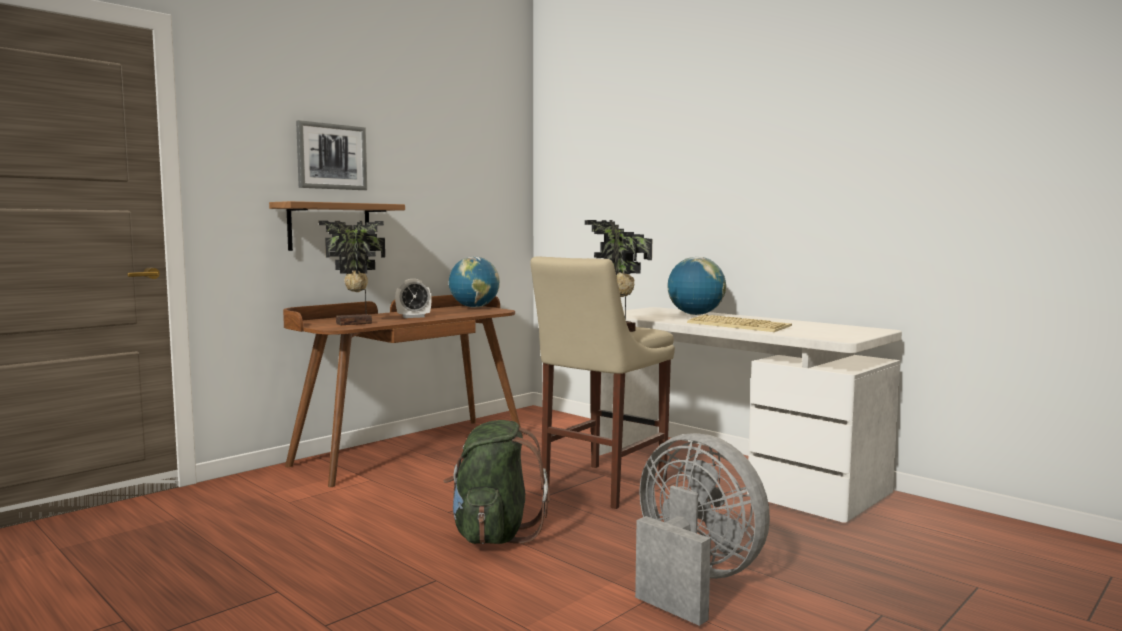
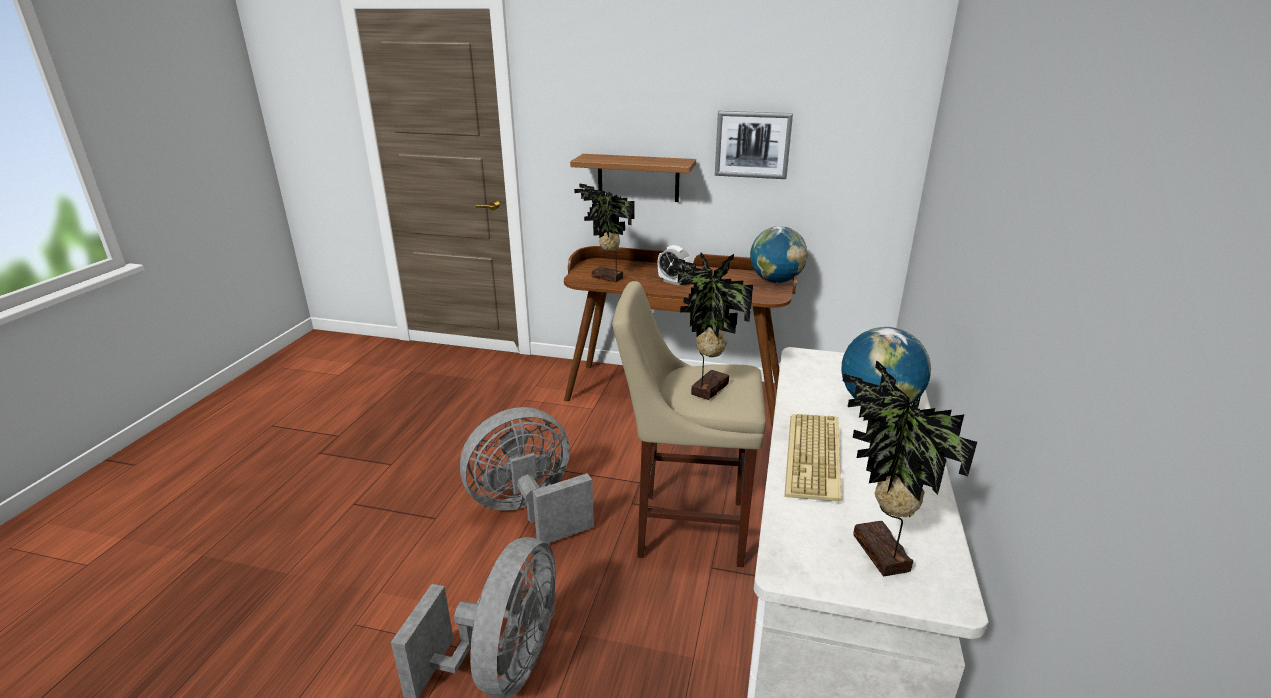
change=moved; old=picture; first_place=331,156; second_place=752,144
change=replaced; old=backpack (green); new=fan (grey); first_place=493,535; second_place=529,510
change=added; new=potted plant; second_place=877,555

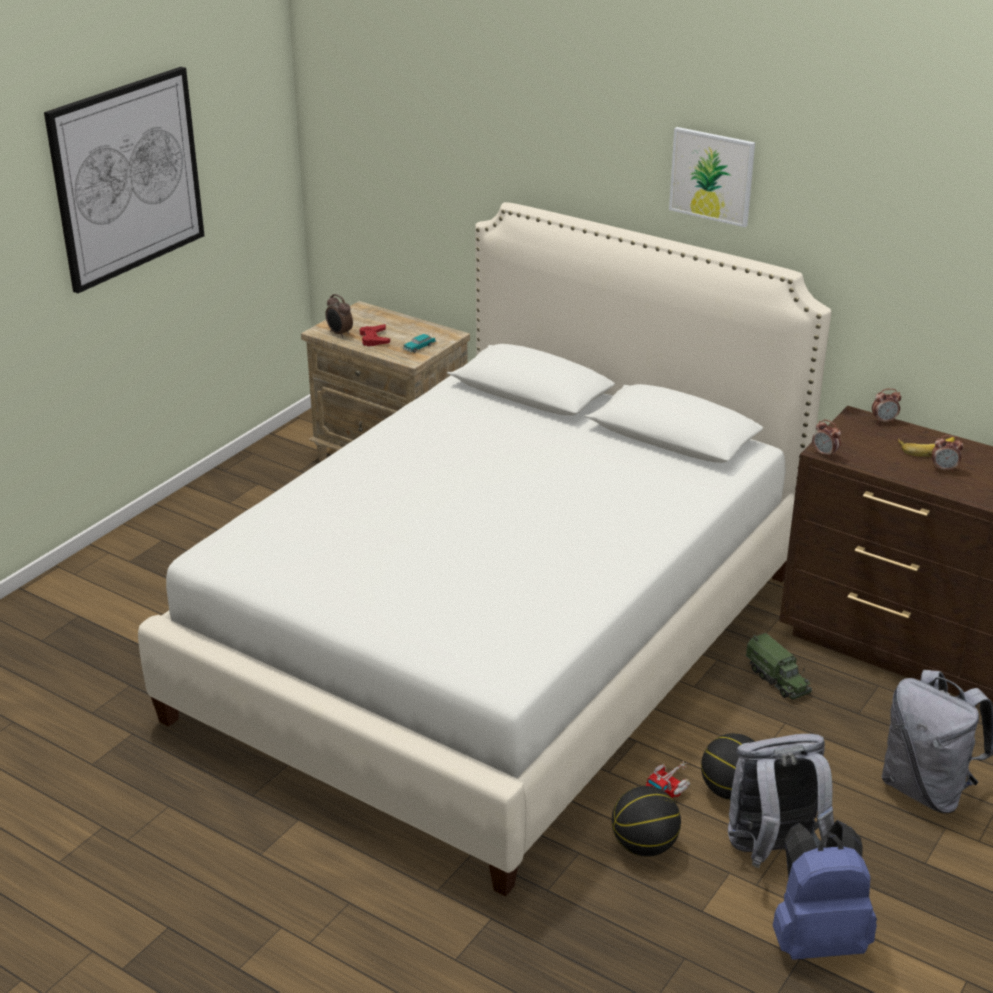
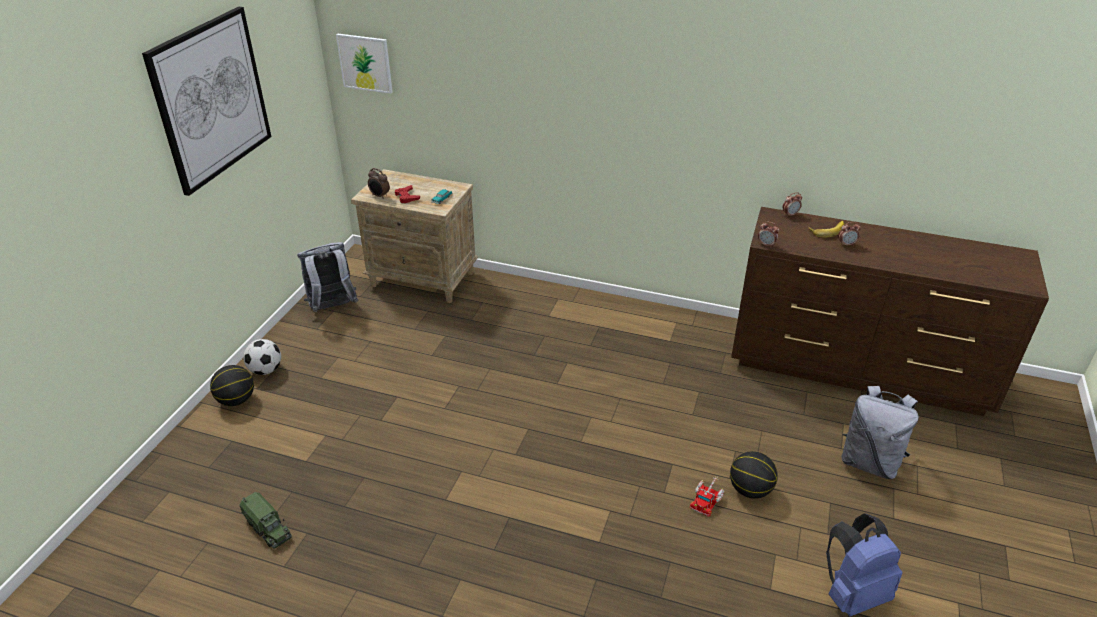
change=removed; old=bed (white); first_place=497,642
change=moved; old=basketball; first_place=644,845; second_place=236,400
change=moved; old=picture; first_place=712,176; second_place=365,63
change=moved; old=backpack (grey); first_place=772,852; second_place=332,308
change=moved; old=toy truck; first_place=778,679; second_place=268,528
change=added; new=football; second_place=266,370

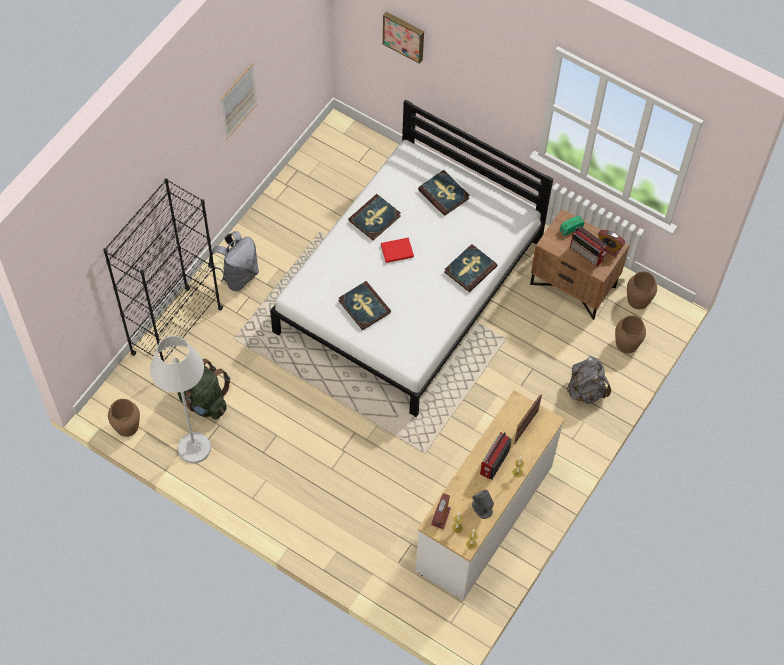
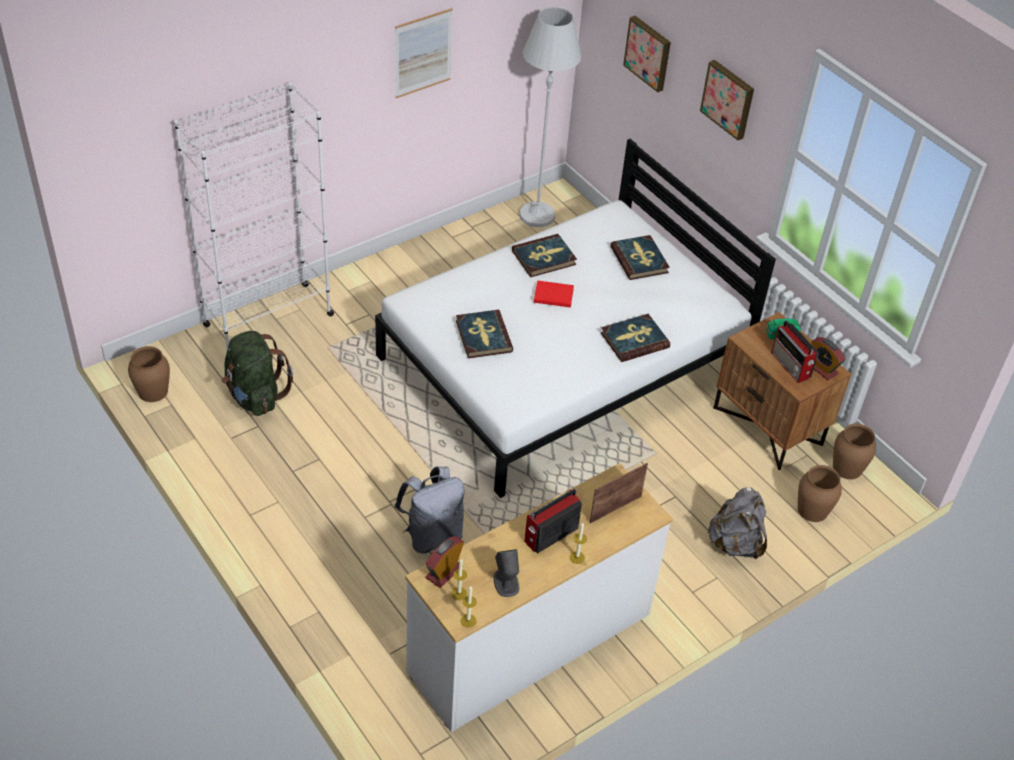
change=recoloured; old=bookcase (black); new=bookcase (white); first_place=176,331; second_place=268,320
change=moved; old=floor lamp (white); first_place=194,448; second_place=537,215
change=moved; old=backpack (grey); first_place=238,276; second_place=432,535
change=added; new=picture; second_place=729,99

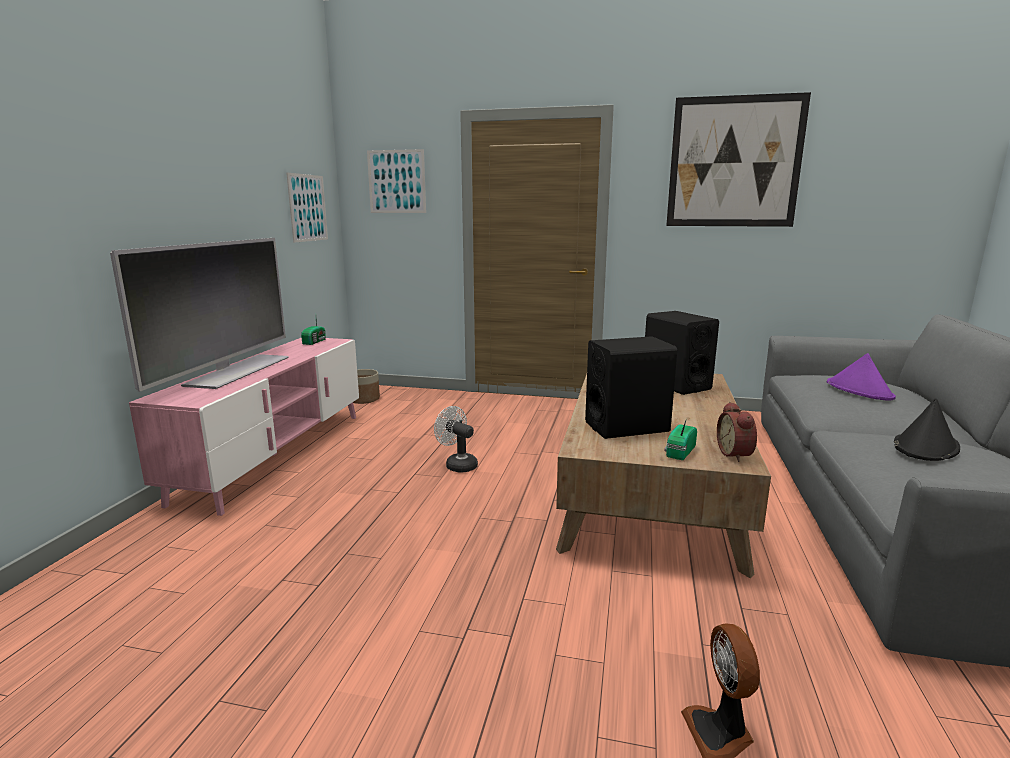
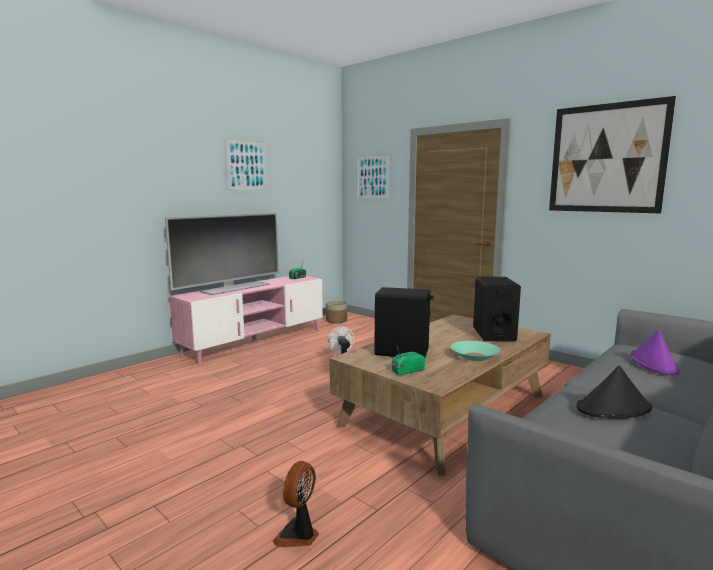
change=moved; old=picture; first_place=308,208; second_place=246,165
change=removed; old=alarm clock; first_place=736,454
change=added; new=bowl (turquoise); second_place=474,356

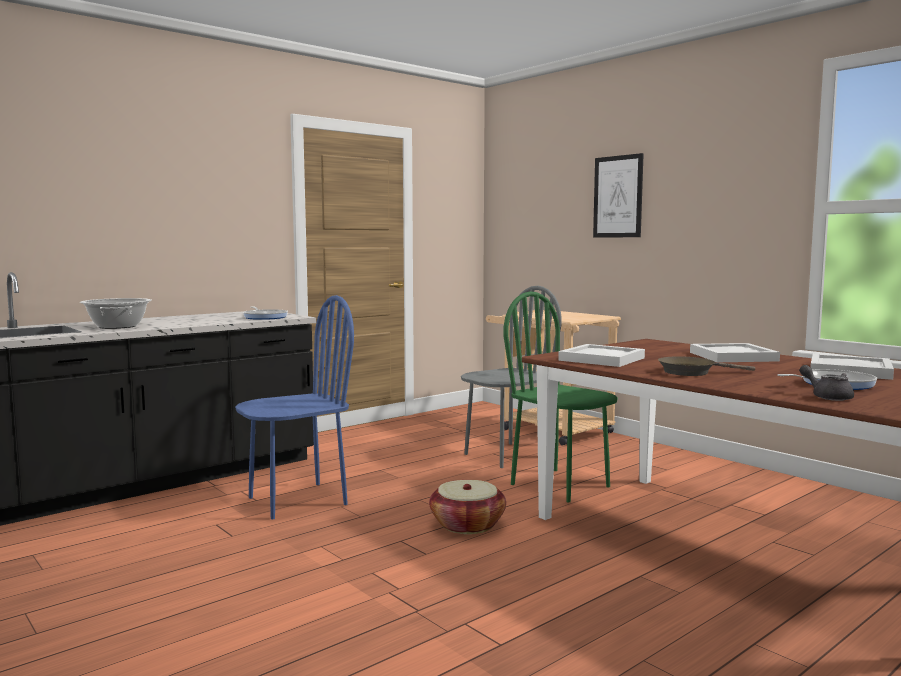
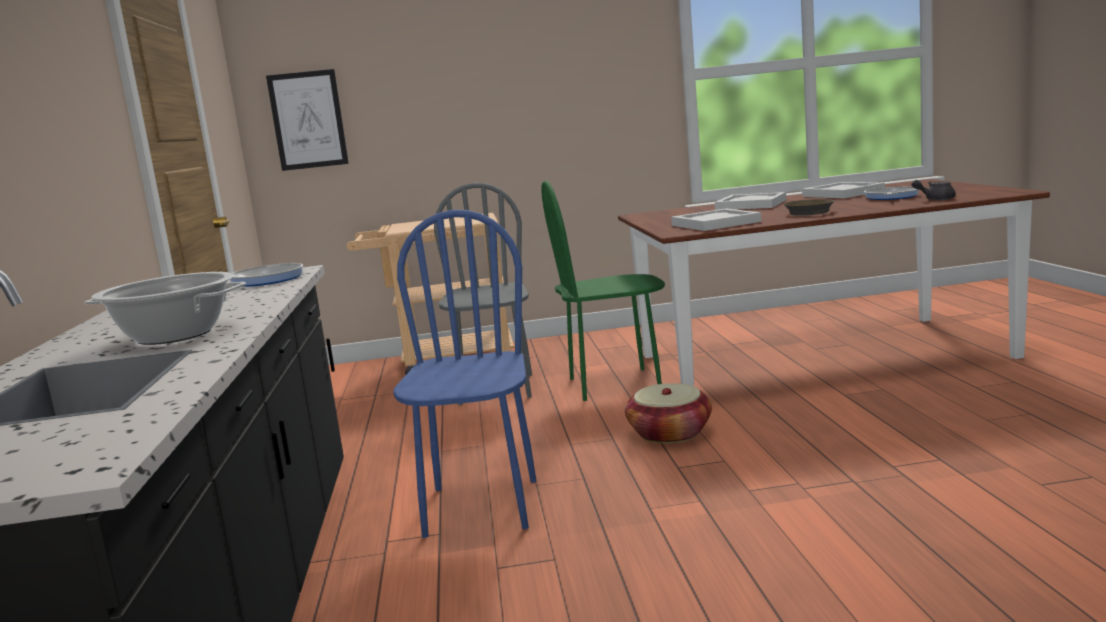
change=moved; old=picture; first_place=618,196; second_place=308,120

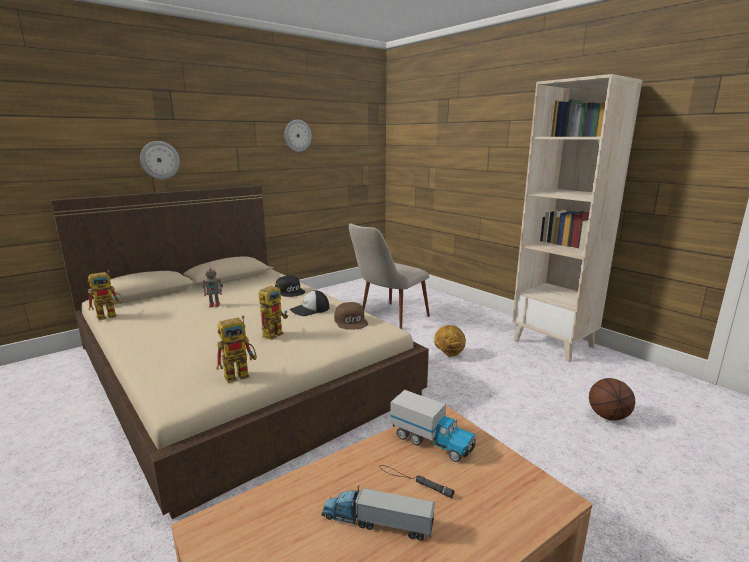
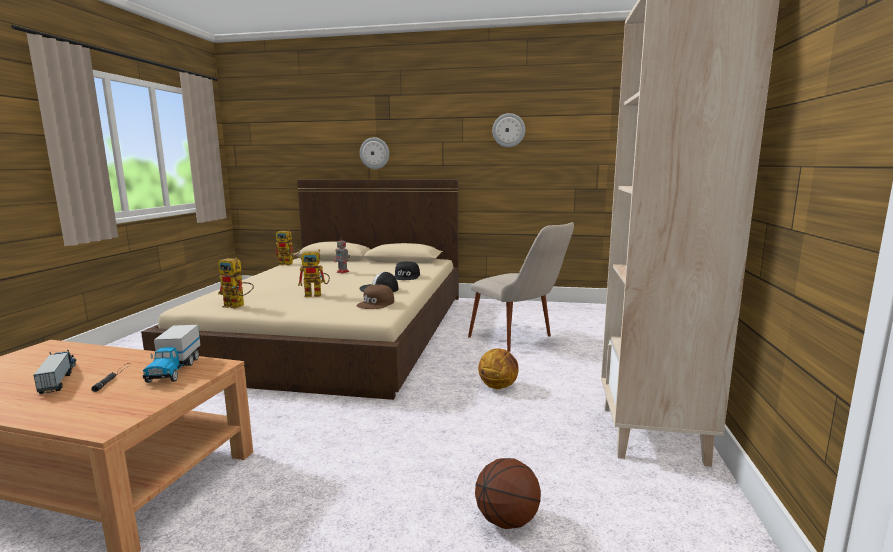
change=turned; old=chair (beige); first_place=387,318; second_place=520,340; degrees=-135

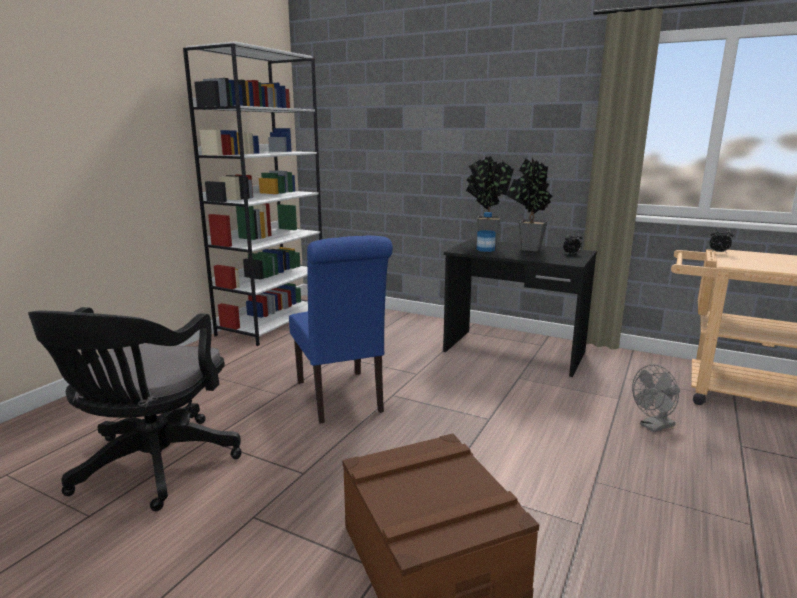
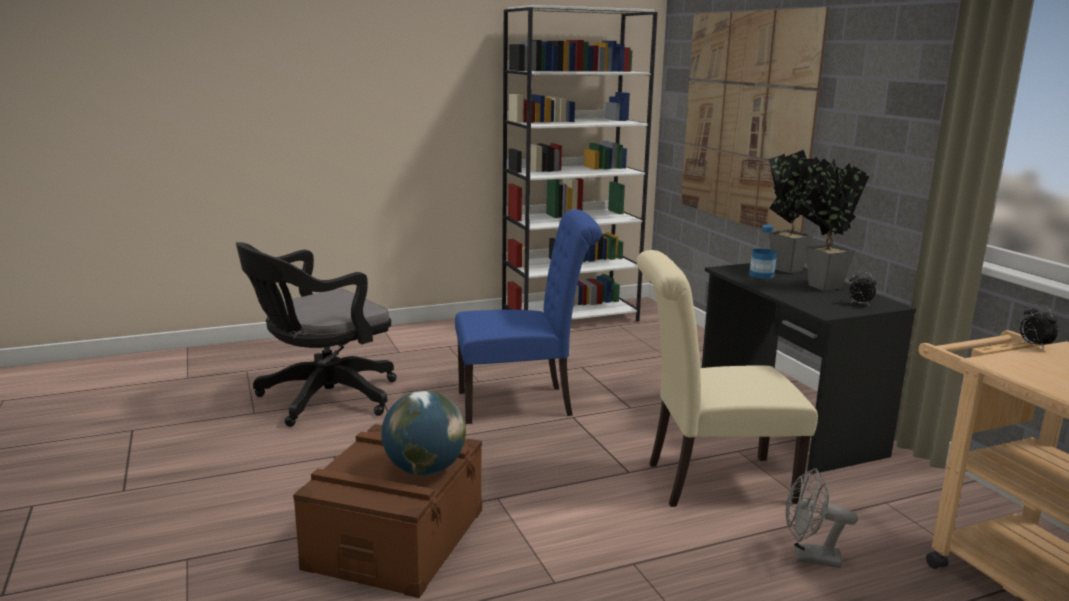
change=turned; old=chair (blue); first_place=341,399; second_place=522,403; degrees=-120
change=added; new=globe; second_place=424,470
change=added; new=chair (beige); second_place=710,482
change=added; new=picture; second_place=746,119

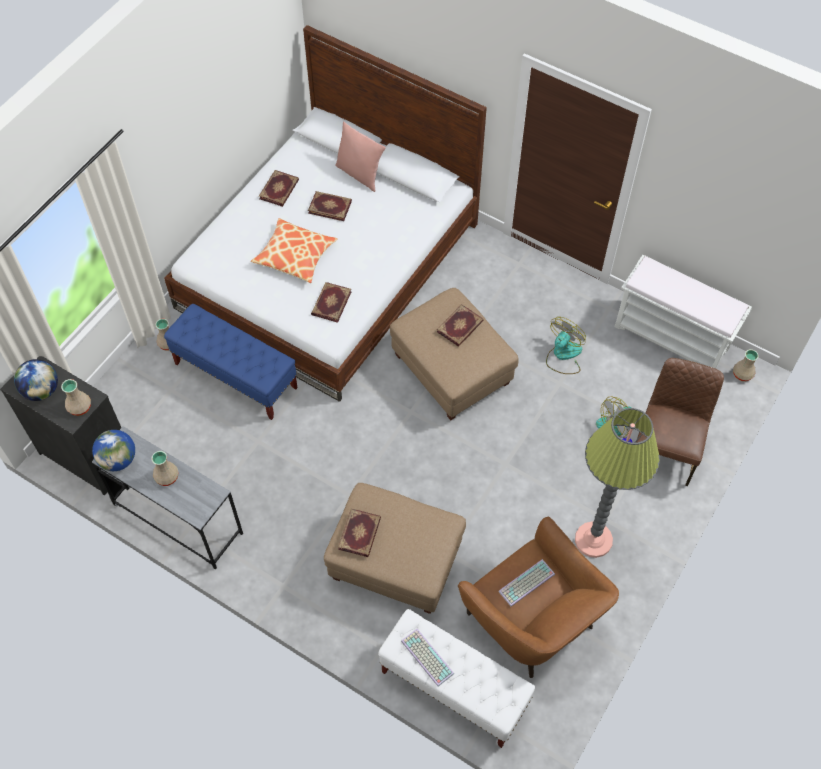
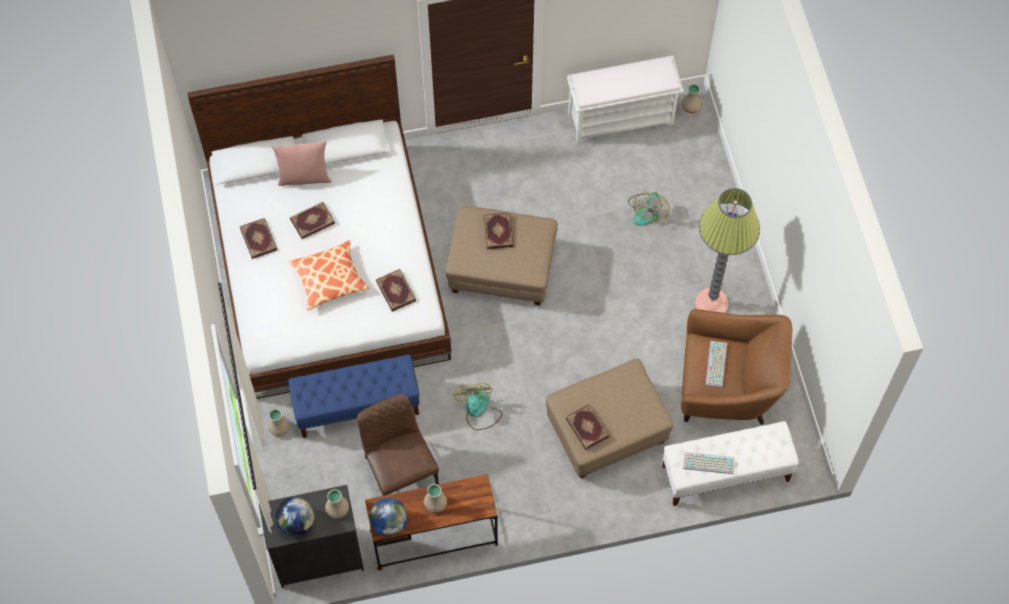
change=recoloured; old=desk (grey); new=desk (brown); first_place=178,519; second_place=434,538
change=moved; old=fan; first_place=563,355; second_place=478,411
change=moved; old=chair (brown); first_place=666,449; second_place=400,471

